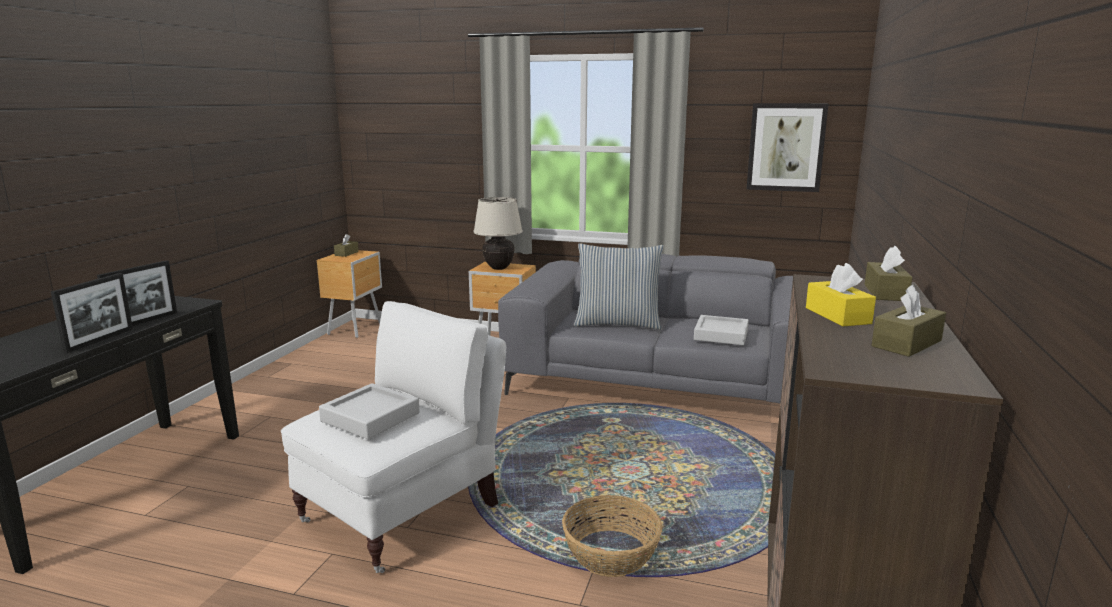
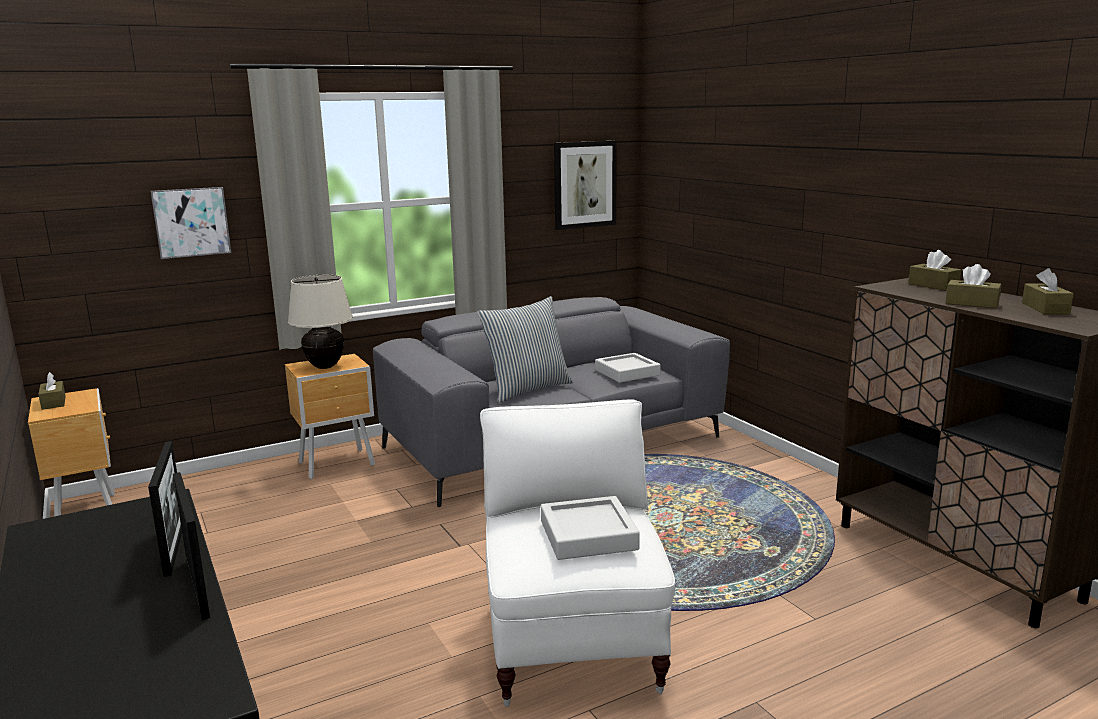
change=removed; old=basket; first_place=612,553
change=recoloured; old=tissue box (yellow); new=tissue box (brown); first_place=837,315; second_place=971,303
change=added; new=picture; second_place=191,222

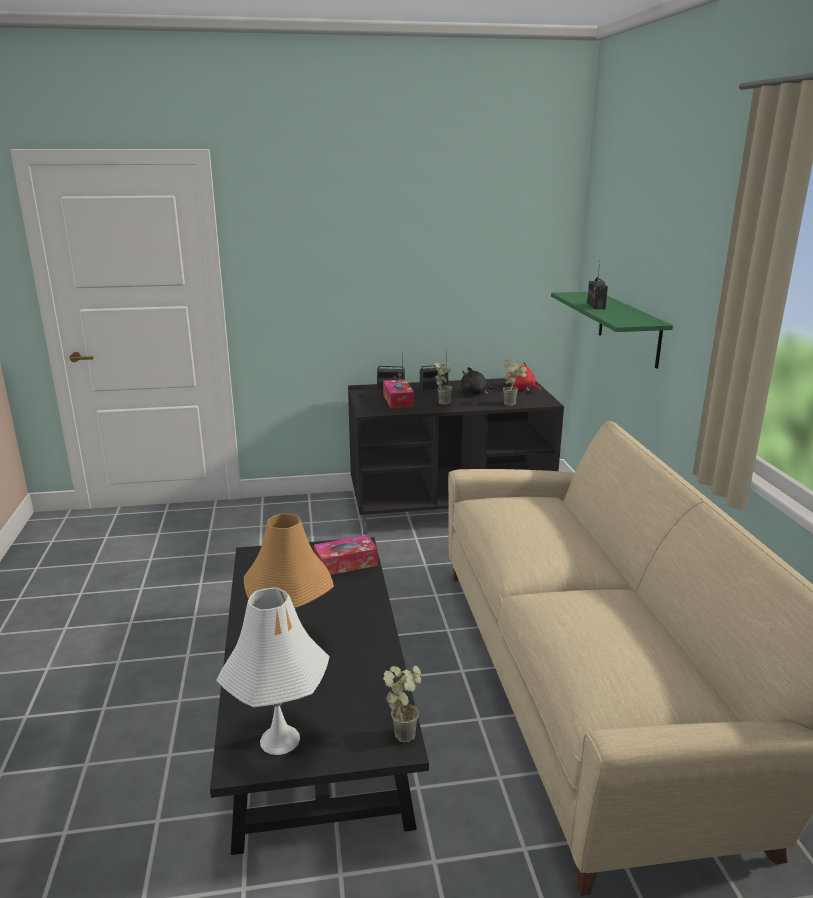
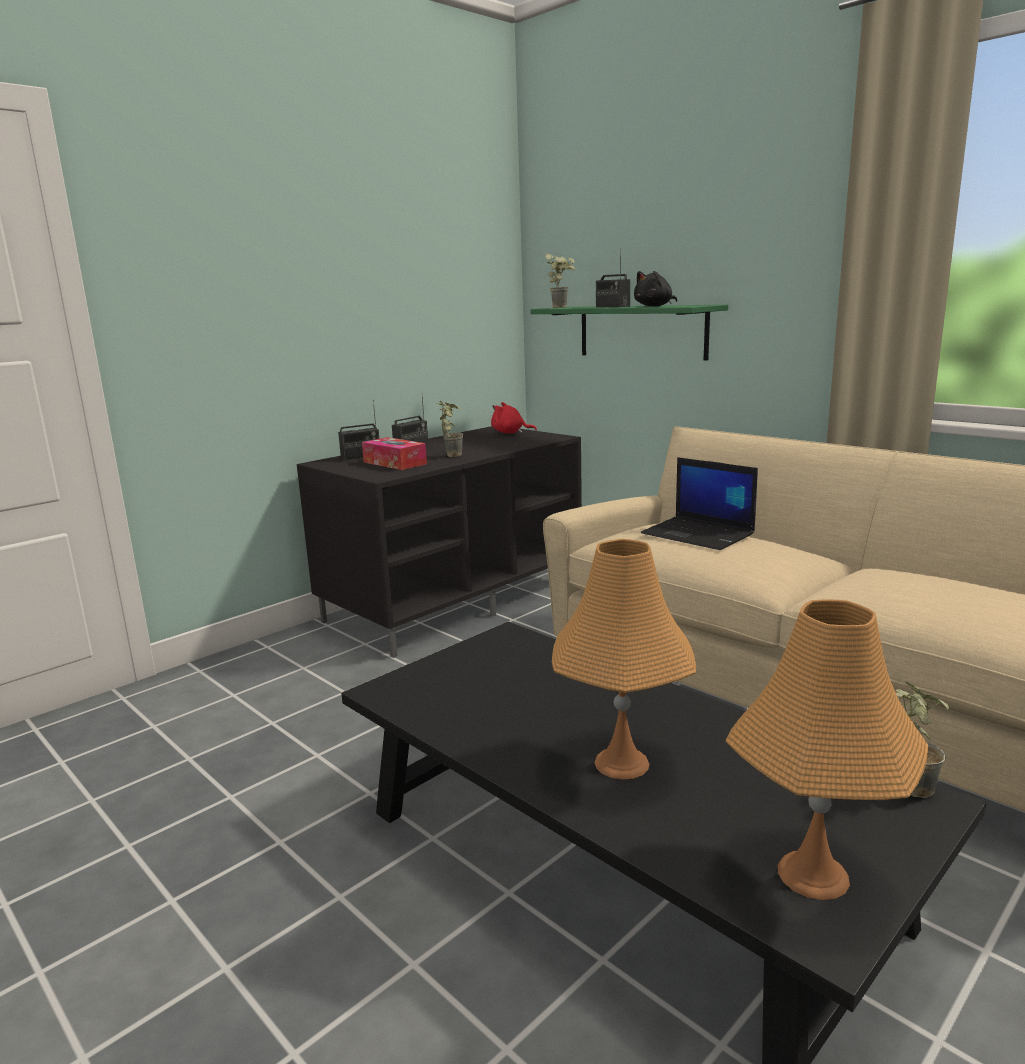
change=recoloured; old=table lamp (white); new=table lamp (orange); first_place=280,739; second_place=813,874
change=removed; old=tissue box; first_place=346,563
change=moved; old=plush toy (black); first_place=476,393; second_place=655,306
change=moved; old=potted plant; first_place=513,403; second_place=562,307
change=added; new=laptop; second_place=699,534

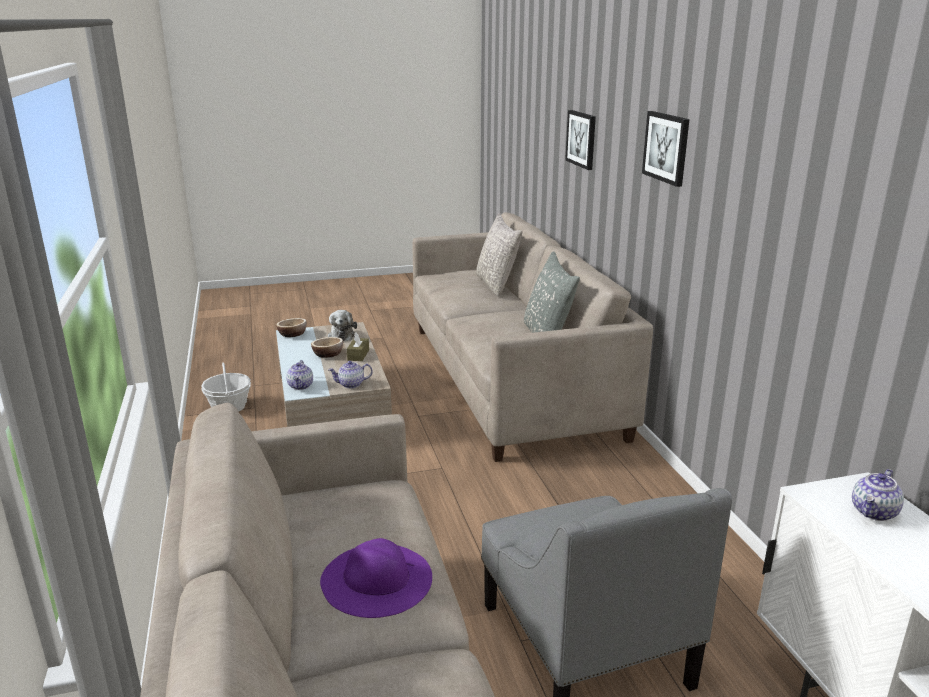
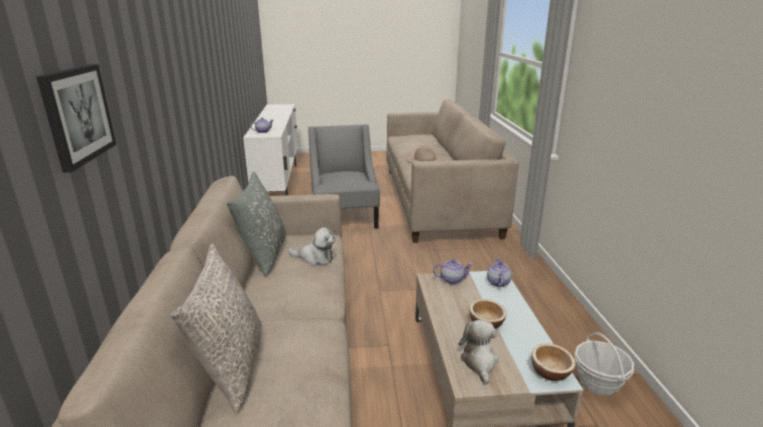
change=recoloured; old=hat (purple); new=hat (beige); first_place=376,579; second_place=425,159
change=removed; old=tissue box (brown); first_place=358,355
change=removed; old=picture; first_place=666,147
change=added; new=plush toy; second_place=315,258

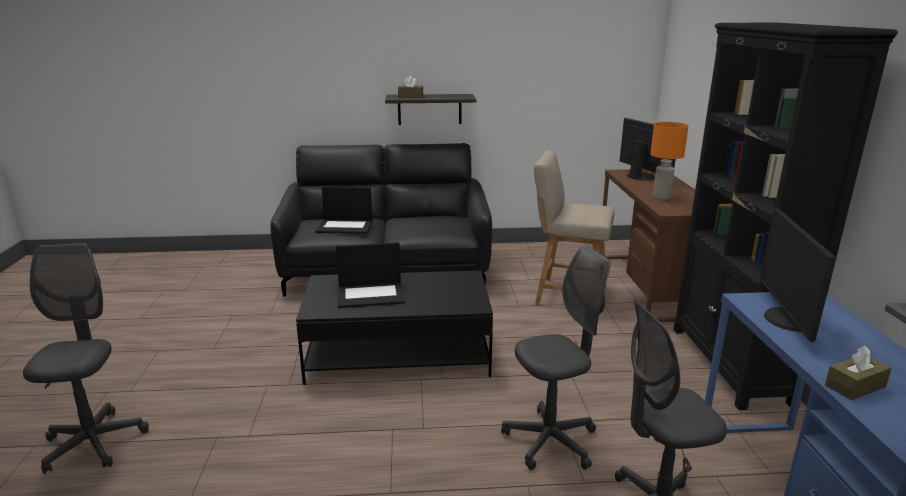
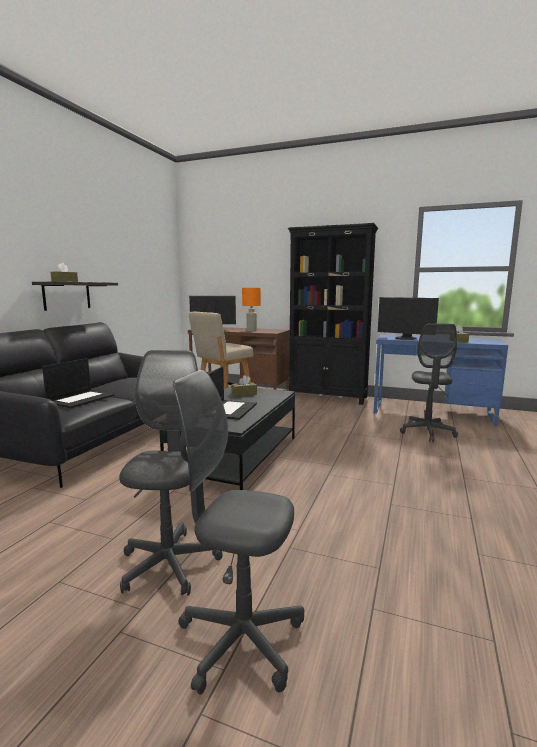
change=moved; old=office chair (grey); first_place=550,441; second_place=169,564
change=added; new=tissue box (brown); second_place=244,394

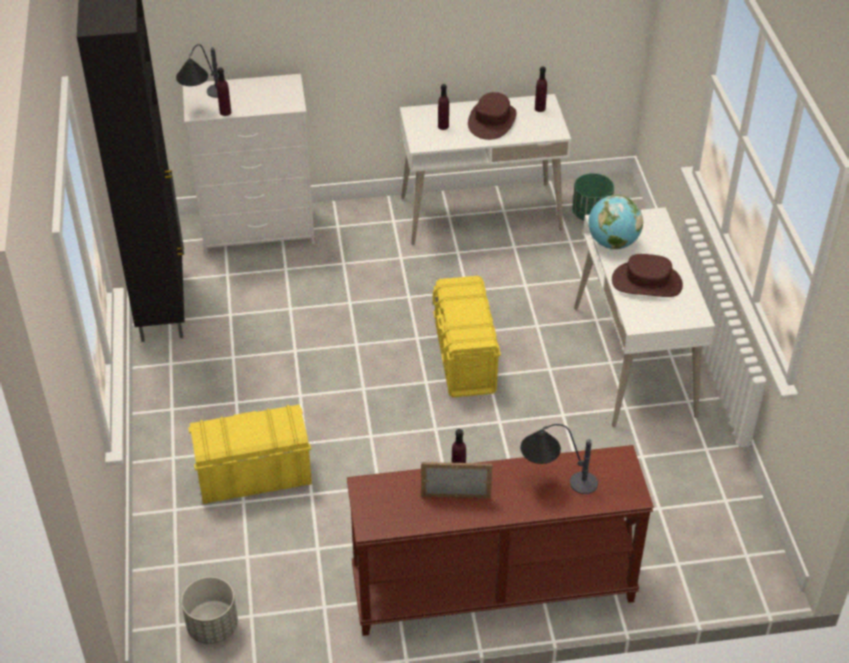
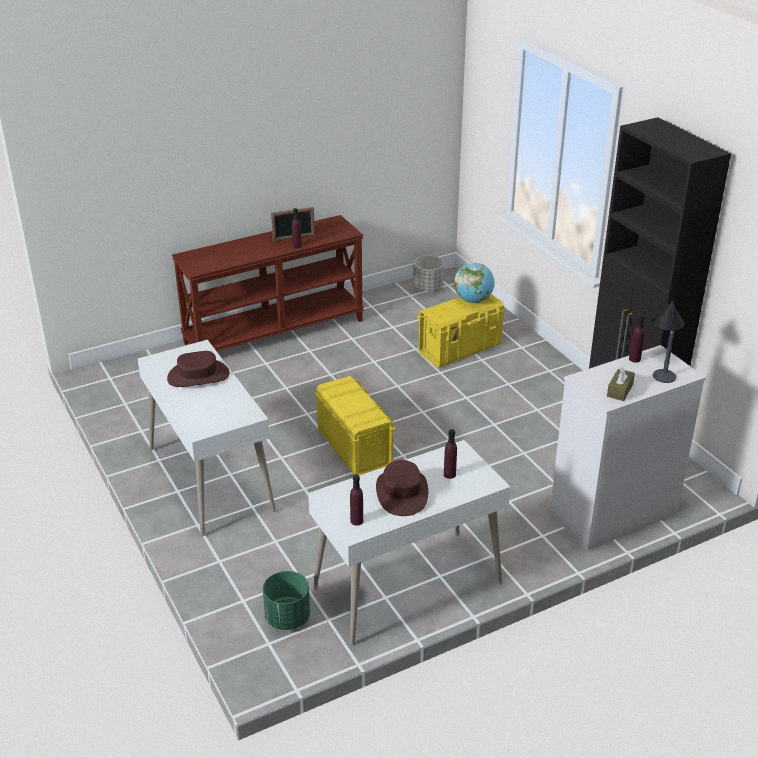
change=removed; old=table lamp; first_place=554,481
change=moved; old=globe; first_place=612,243; second_place=473,300
change=added; new=tissue box (brown); second_place=620,390

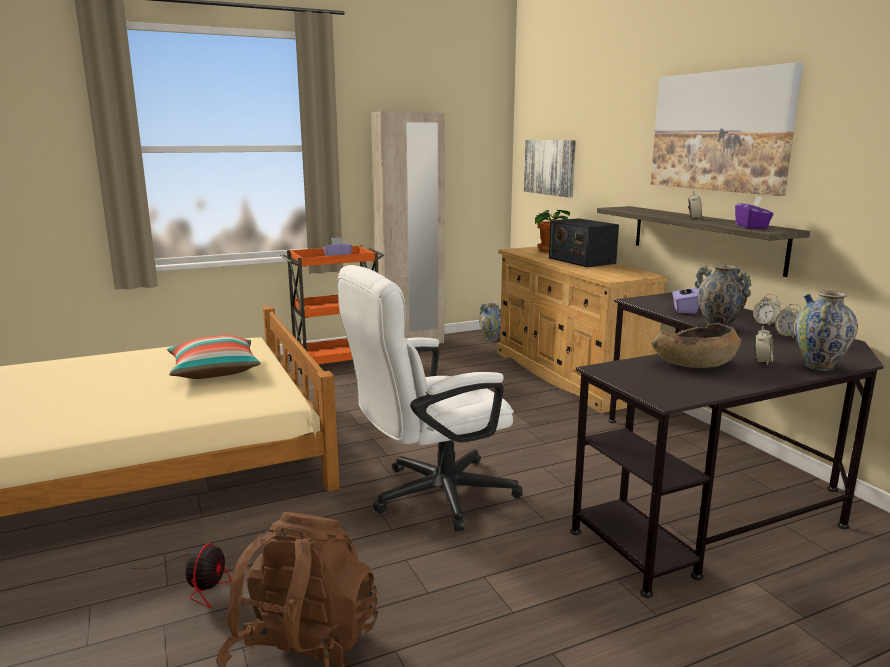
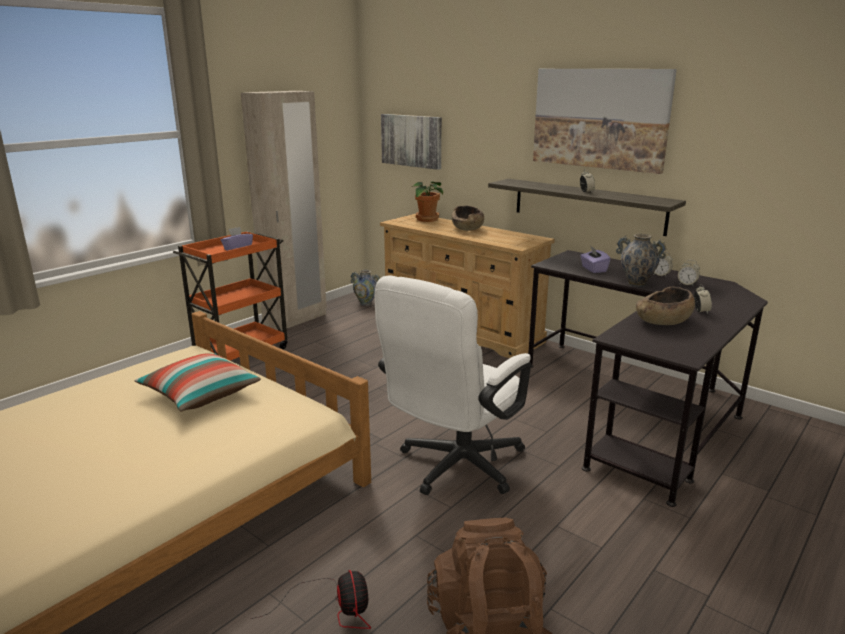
change=replaced; old=radio; new=bowl (brown); first_place=581,260; second_place=467,228
change=removed; old=tissue box (purple); first_place=752,227
change=removed; old=vase; first_place=819,366

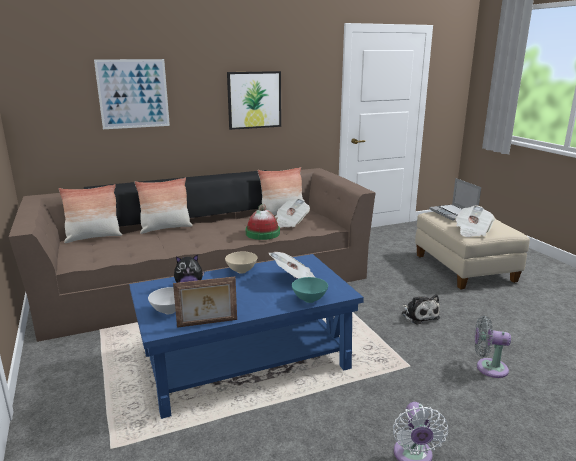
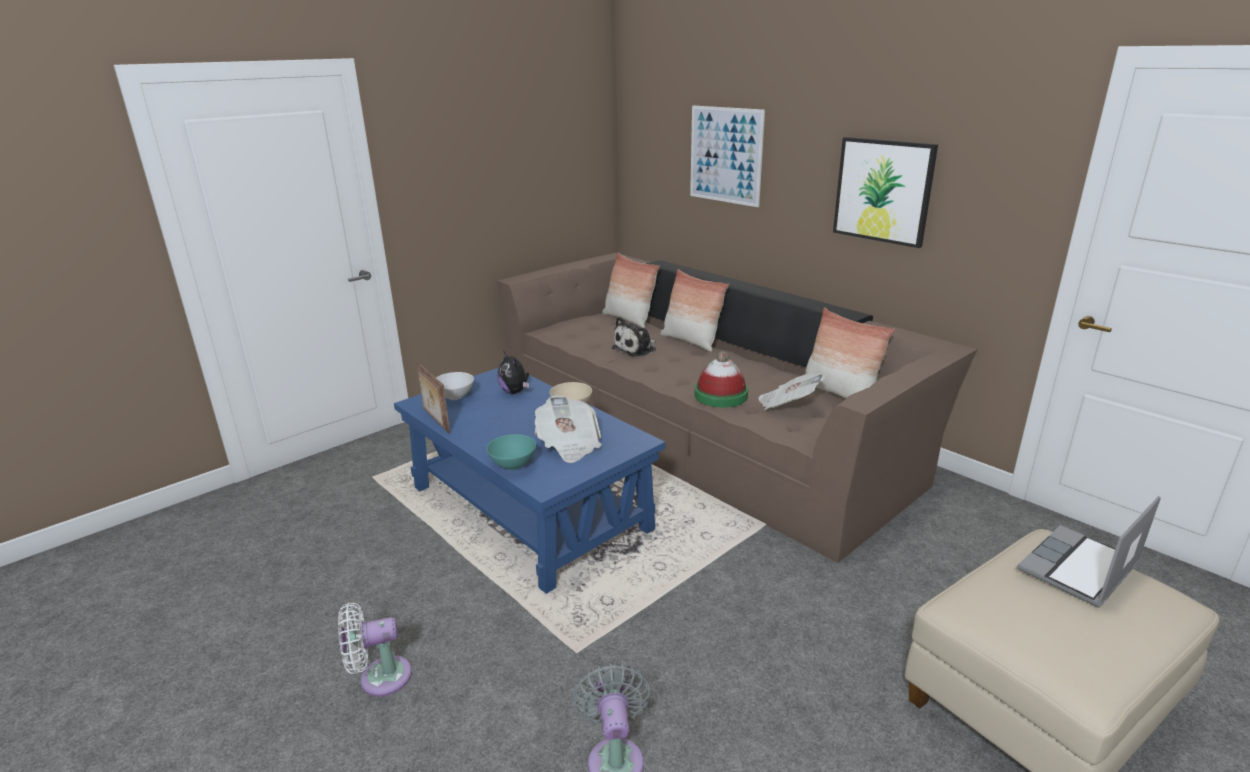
change=moved; old=plush toy; first_place=419,315; second_place=636,349
change=removed; old=newspaper; first_place=472,231

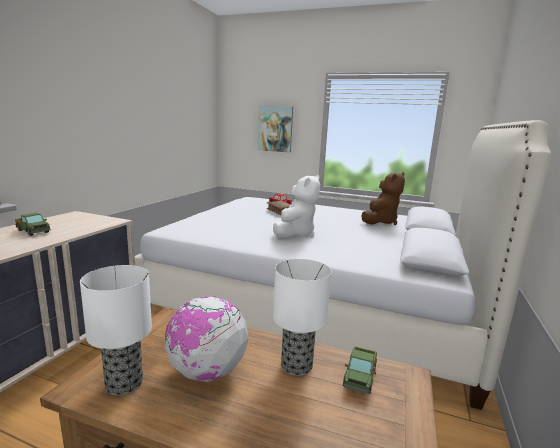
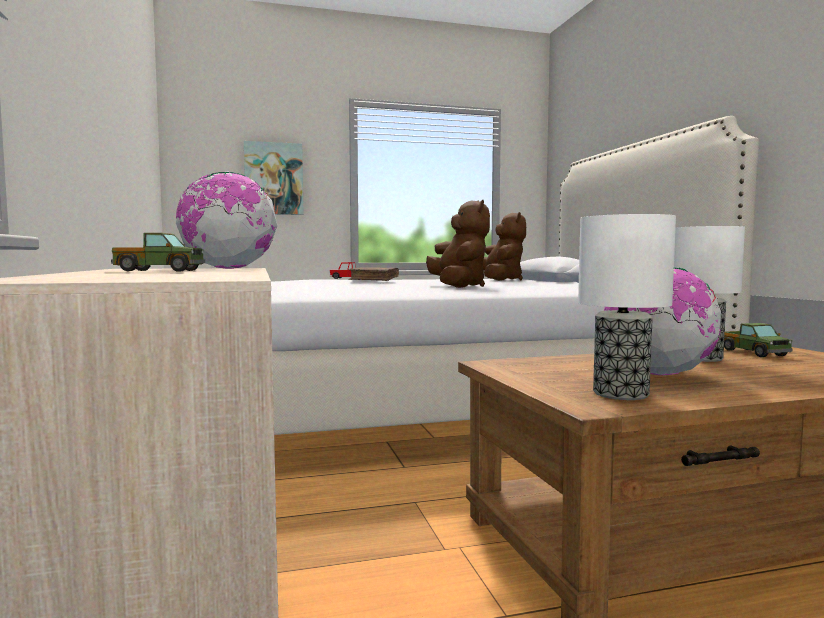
change=recoloured; old=plush toy (white); new=plush toy (brown); first_place=295,233; second_place=458,287
change=added; new=globe; second_place=229,268

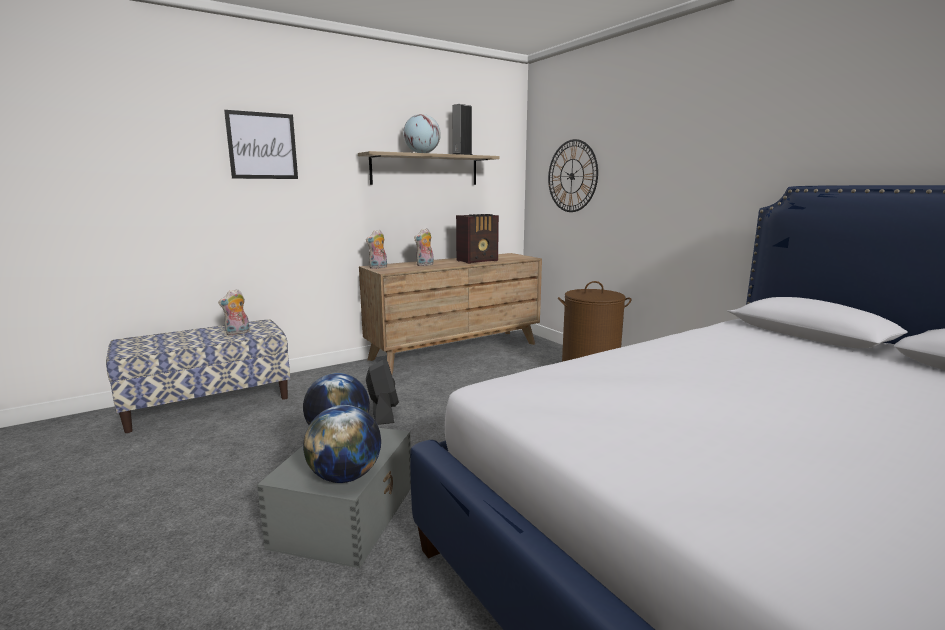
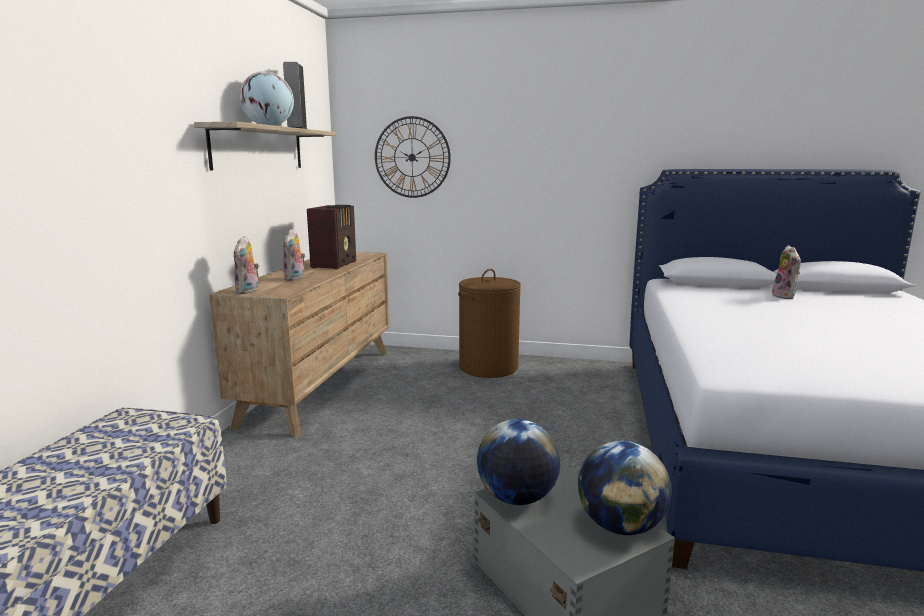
change=moved; old=plush toy; first_place=237,333; second_place=785,296
change=removed; old=picture; first_place=262,146
change=removed; old=fan (black); first_place=383,412

